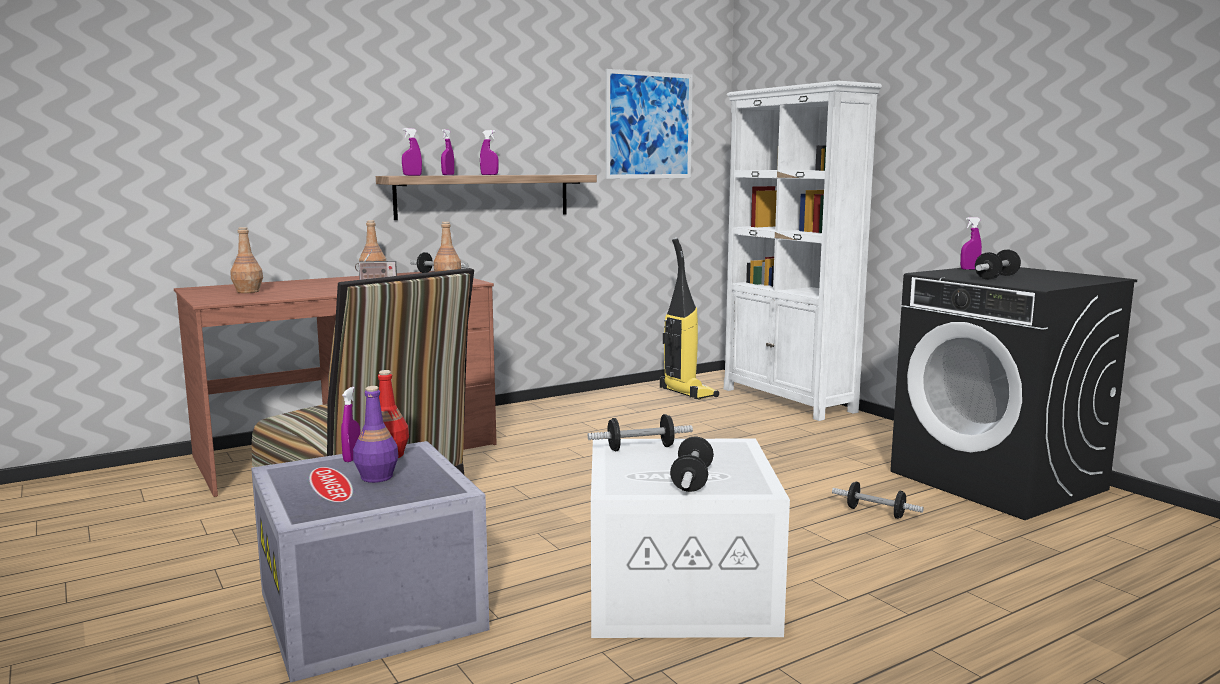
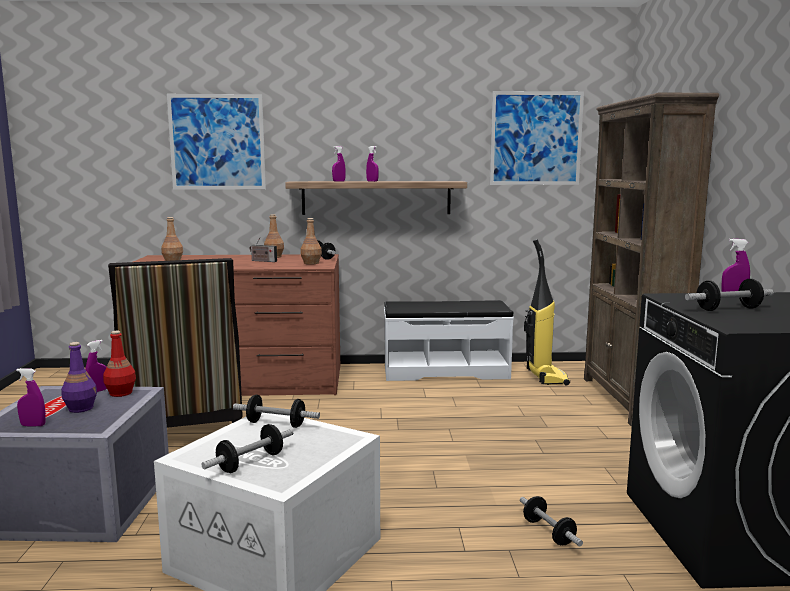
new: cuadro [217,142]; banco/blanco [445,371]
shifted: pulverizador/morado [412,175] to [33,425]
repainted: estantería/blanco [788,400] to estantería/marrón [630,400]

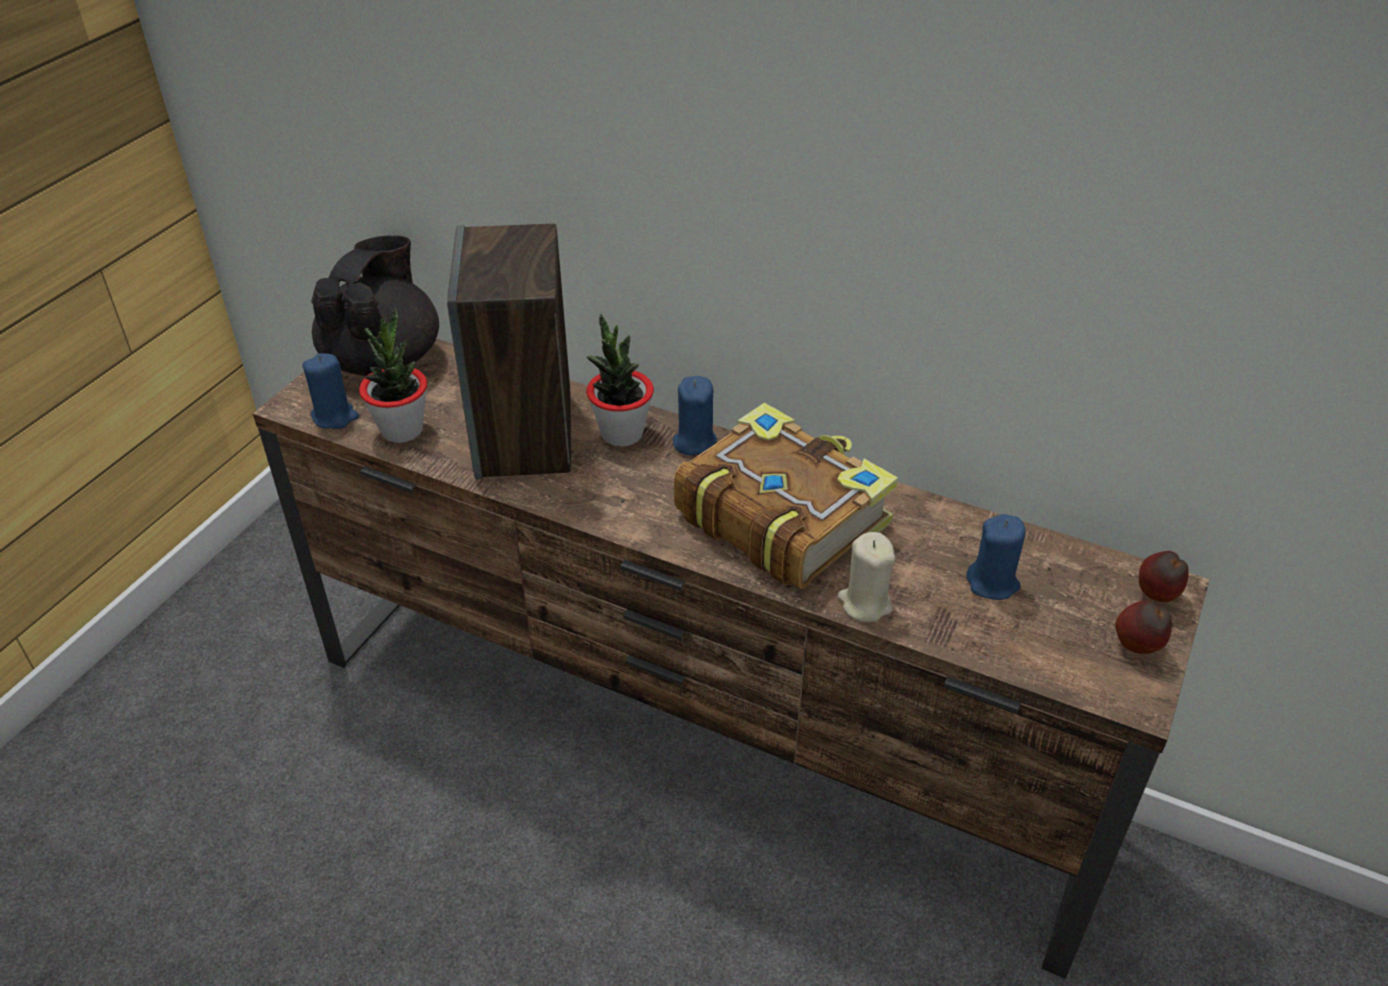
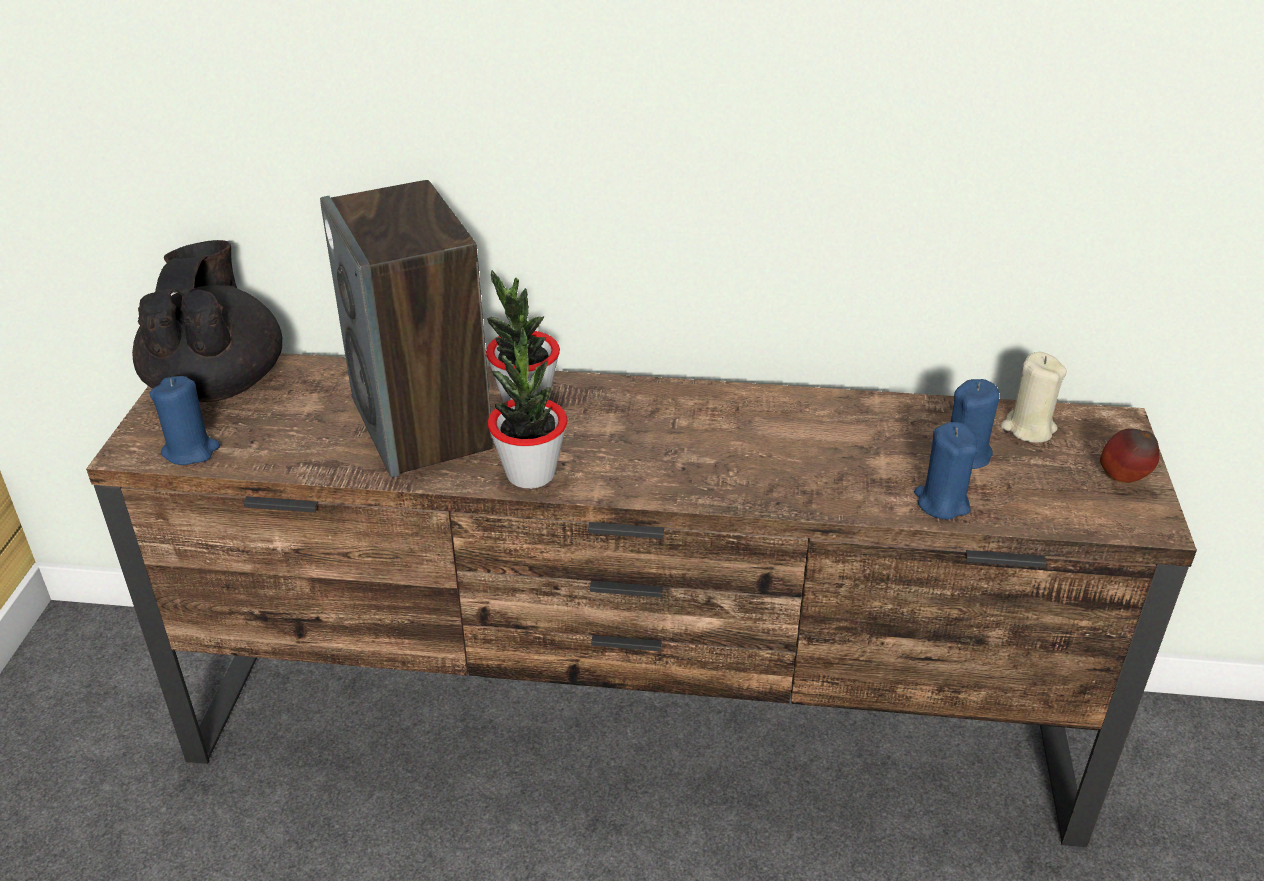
gone: libro [781,516]; manzana [1156,597]
shifted: planta en maceta [402,430] to [530,473]; vela/azul [694,442] to [941,502]; vela/beis [864,603] to [1028,428]

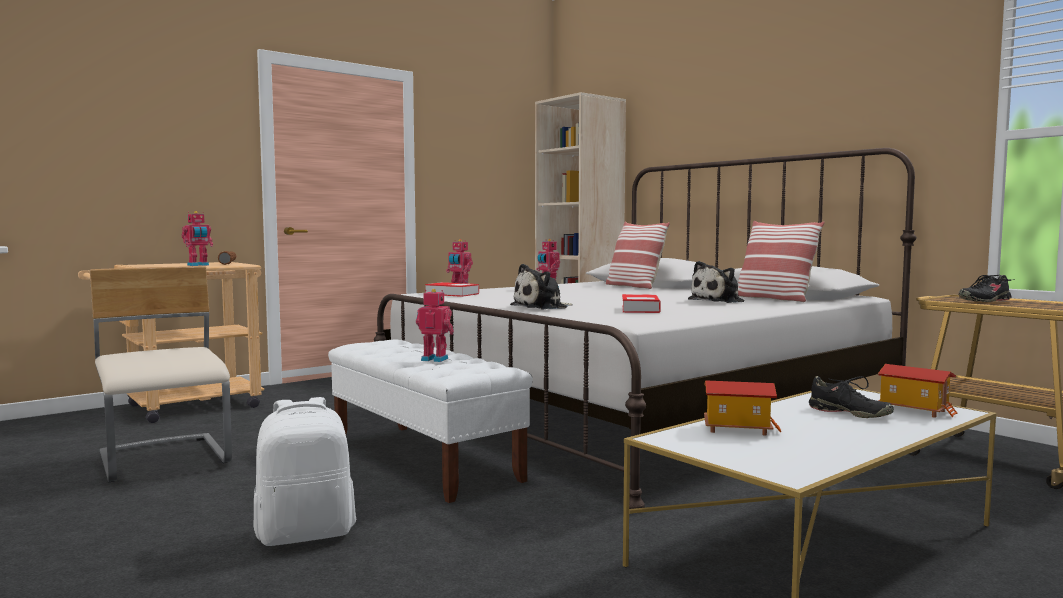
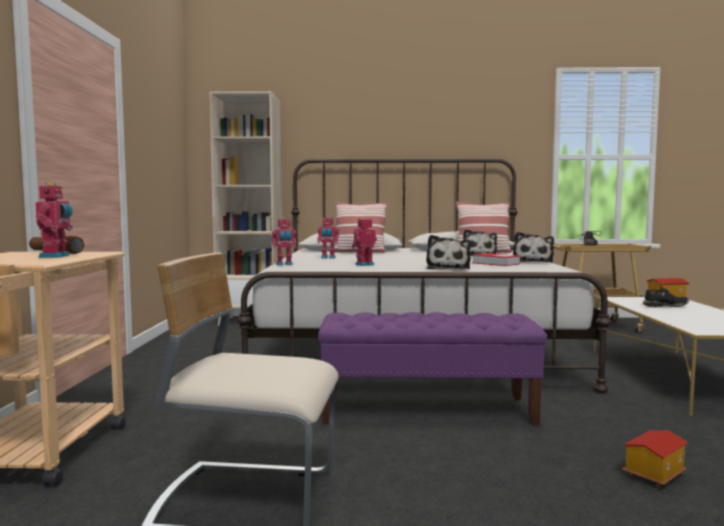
gone: mochila/blanco [306,533]; libro [452,294]
new: peluche [532,262]
shifted: robot de juguete [435,359] to [364,265]; casita [738,428] to [653,475]
repainted: banco/blanco [423,460] to banco/morado [427,410]

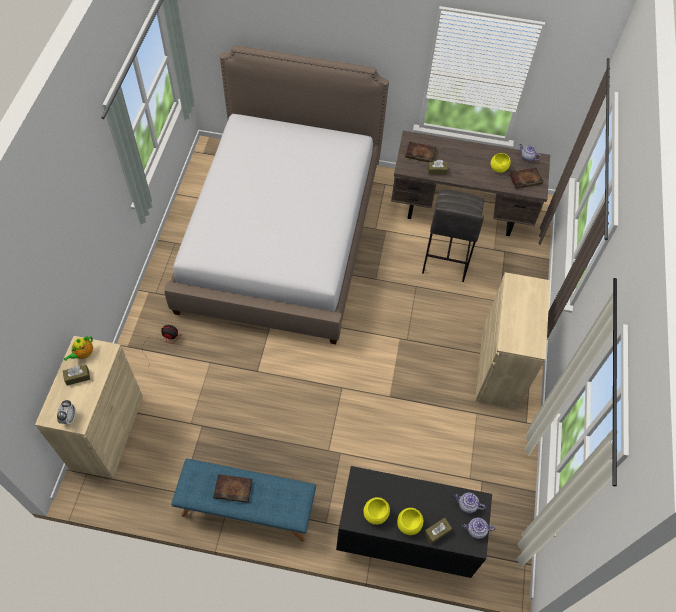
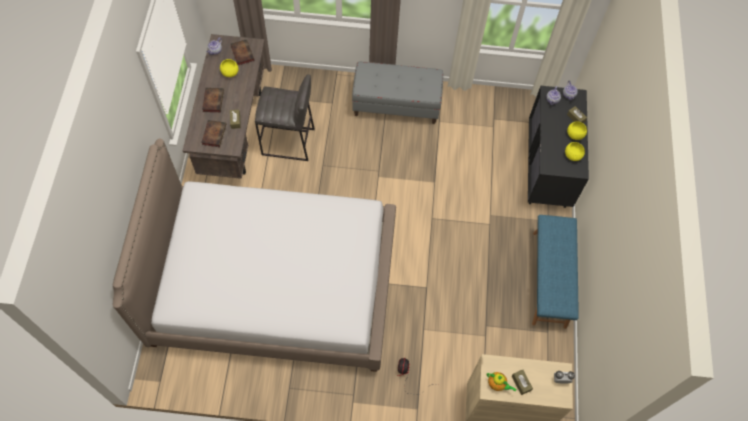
shifted: libro [234,489] to [213,100]
swapped: armario/beis [499,368] to banco/gris [396,105]

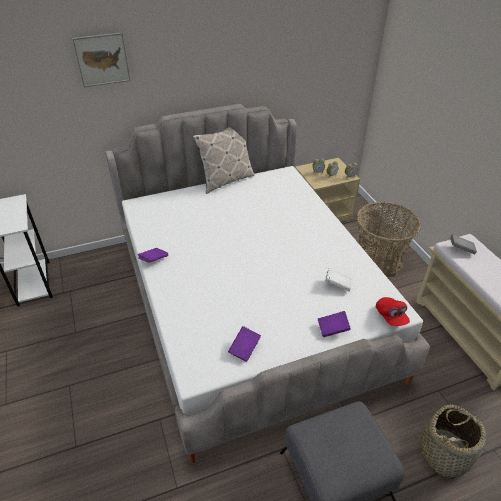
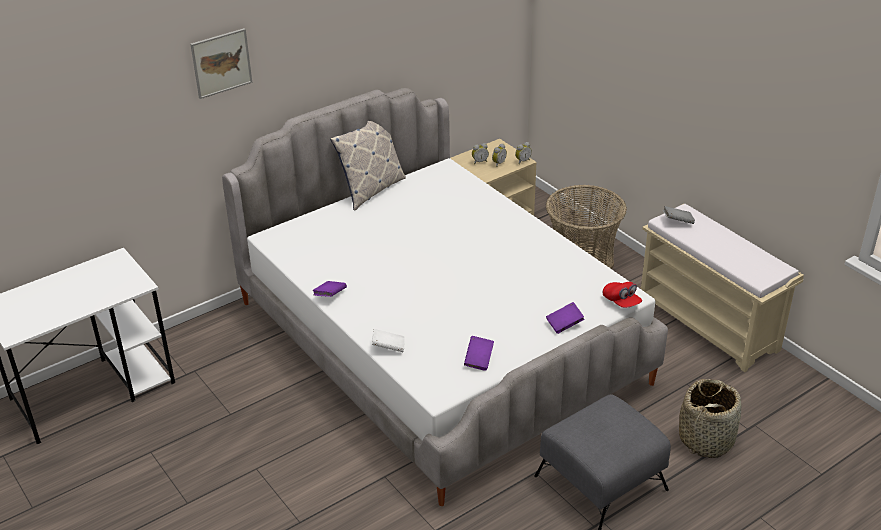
shifted: libro/blanco [337,285] to [388,347]

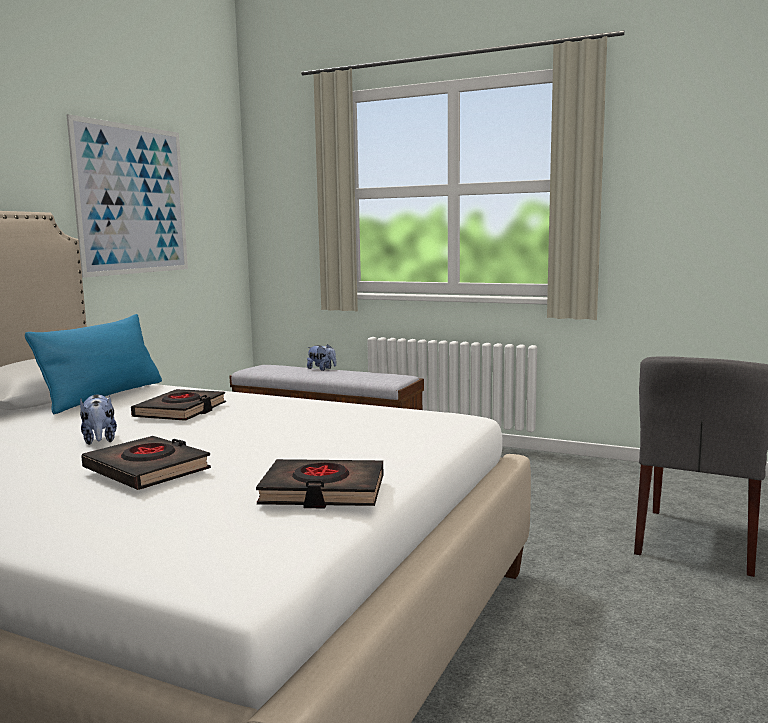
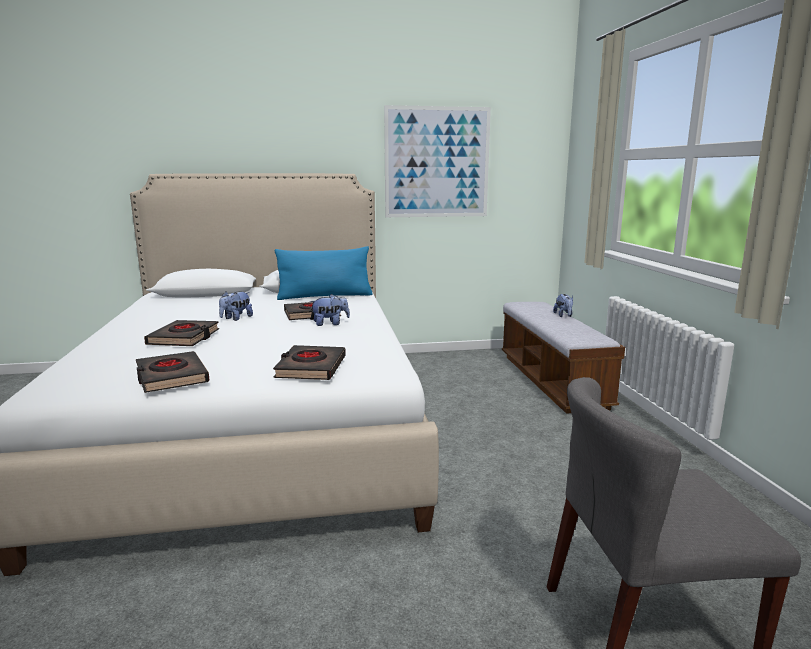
new: libro/negro [310,368]; peluche [330,323]

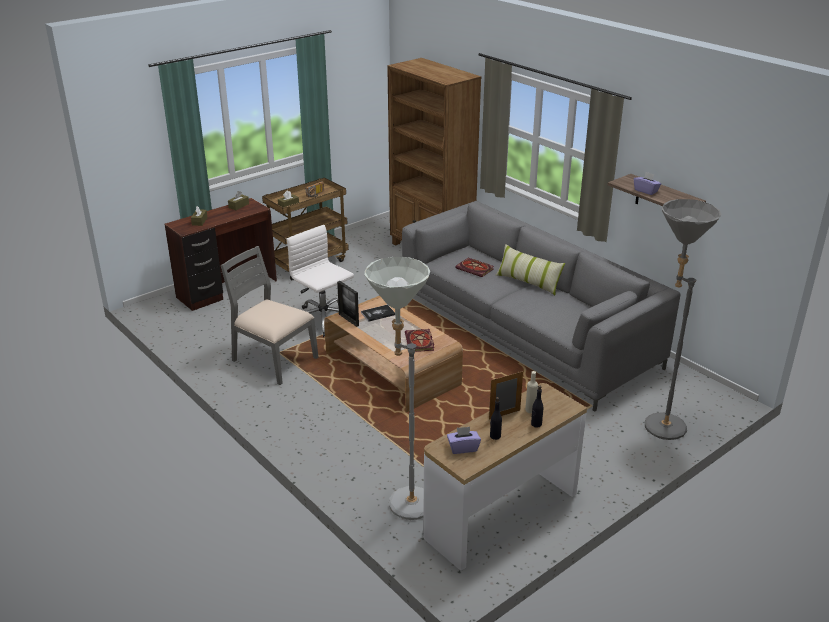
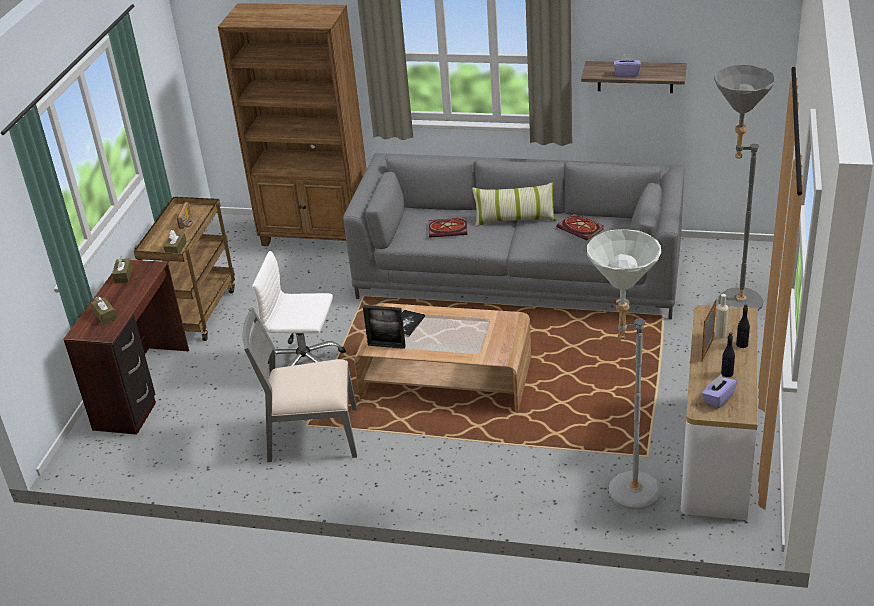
shifted: libro [420,342] to [581,228]

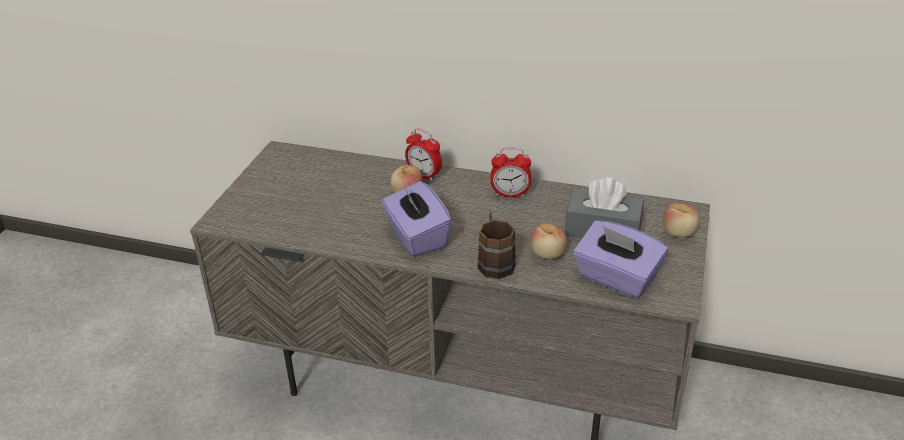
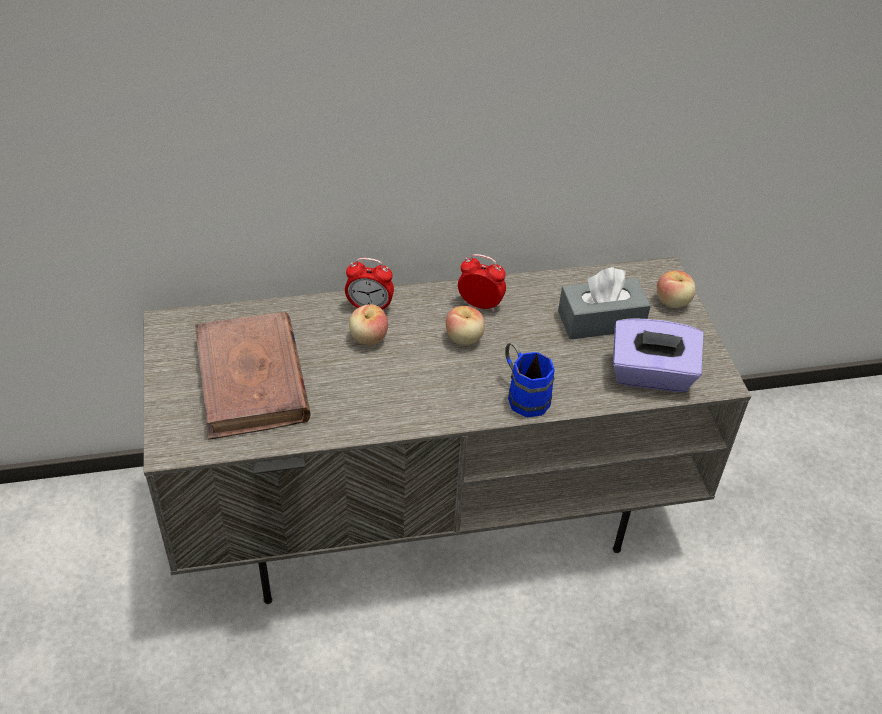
gone: caja de pañuelos/morado [416,237]
new: libro/marrón [251,380]
shifted: manzana [548,254] to [464,338]
repainted: taza grande/marrón [495,261] to taza grande/azul [522,394]
rotated: despertador [510,194] = [480,304] 135 degrees counterclockwise

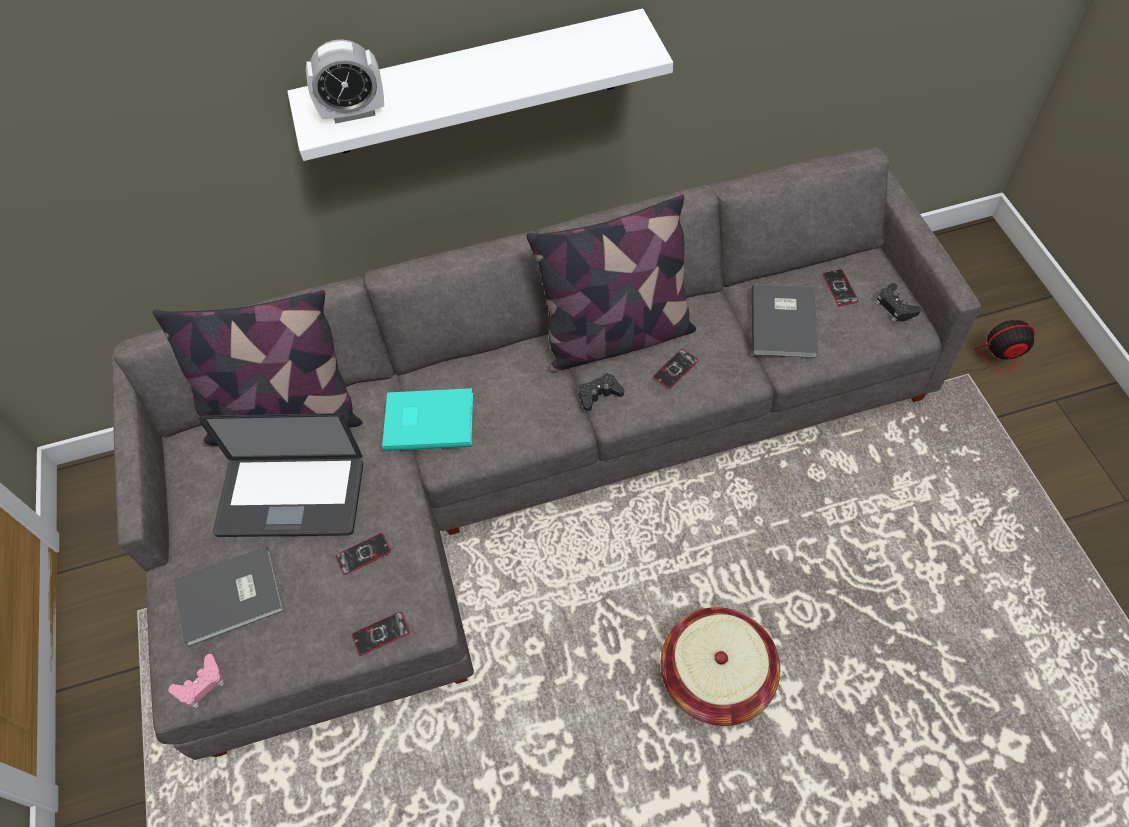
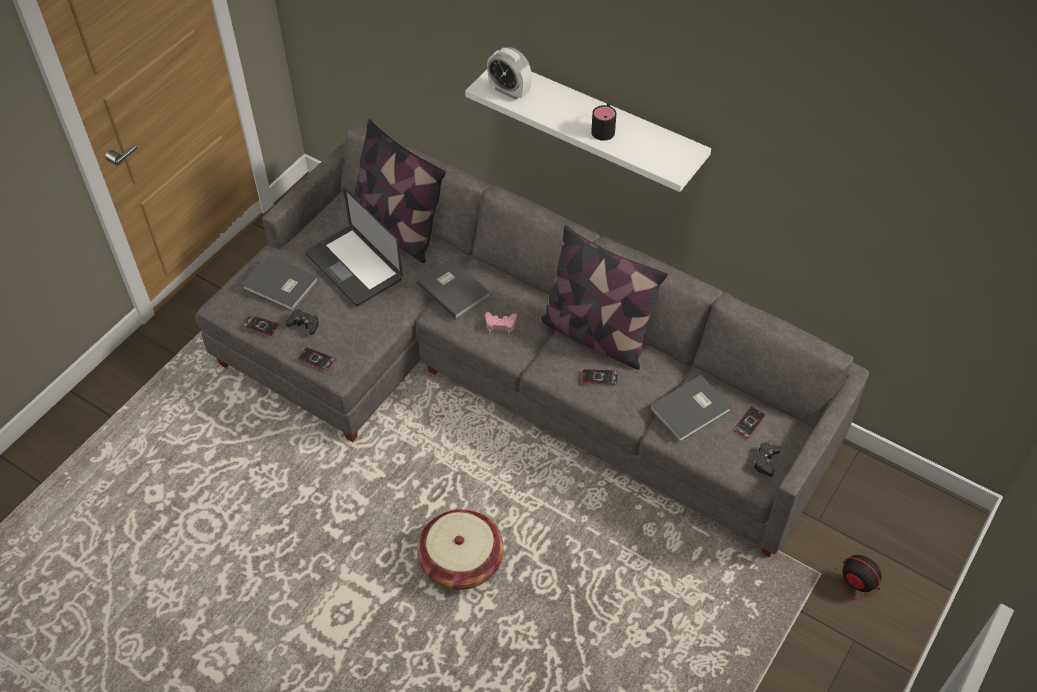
new: taza grande/negro [604,128]
shifted: mando de consola/rosa [201,684] to [500,324]; móvil [363,554] to [261,326]; mando de consola/negro [599,394] to [304,324]
repainted: libro/turquesa [428,420] to libro/gris [454,288]

